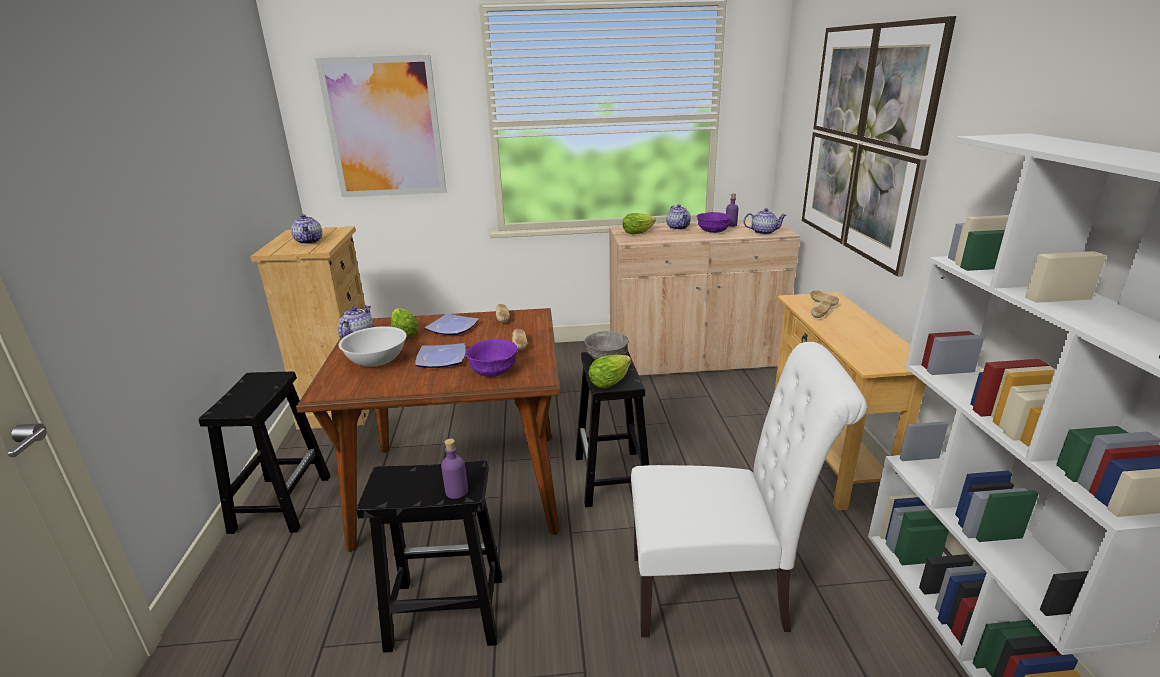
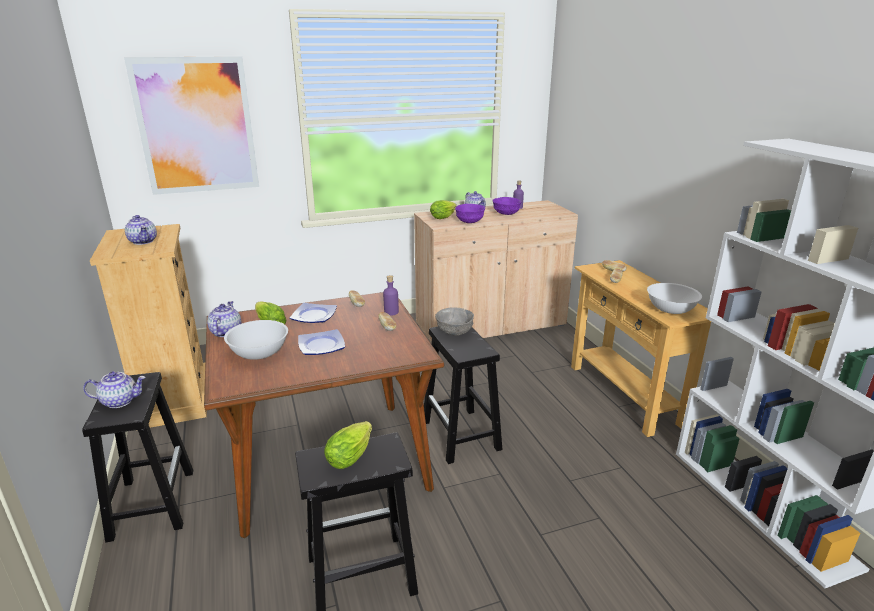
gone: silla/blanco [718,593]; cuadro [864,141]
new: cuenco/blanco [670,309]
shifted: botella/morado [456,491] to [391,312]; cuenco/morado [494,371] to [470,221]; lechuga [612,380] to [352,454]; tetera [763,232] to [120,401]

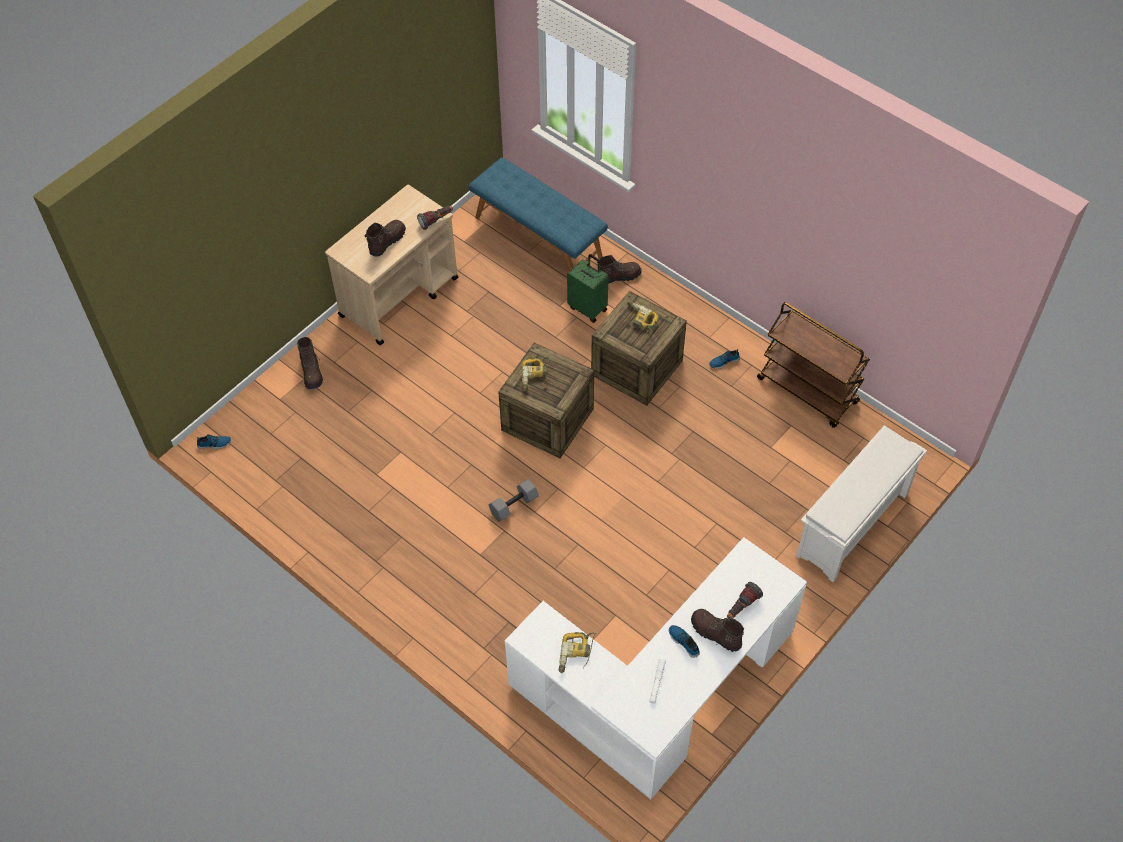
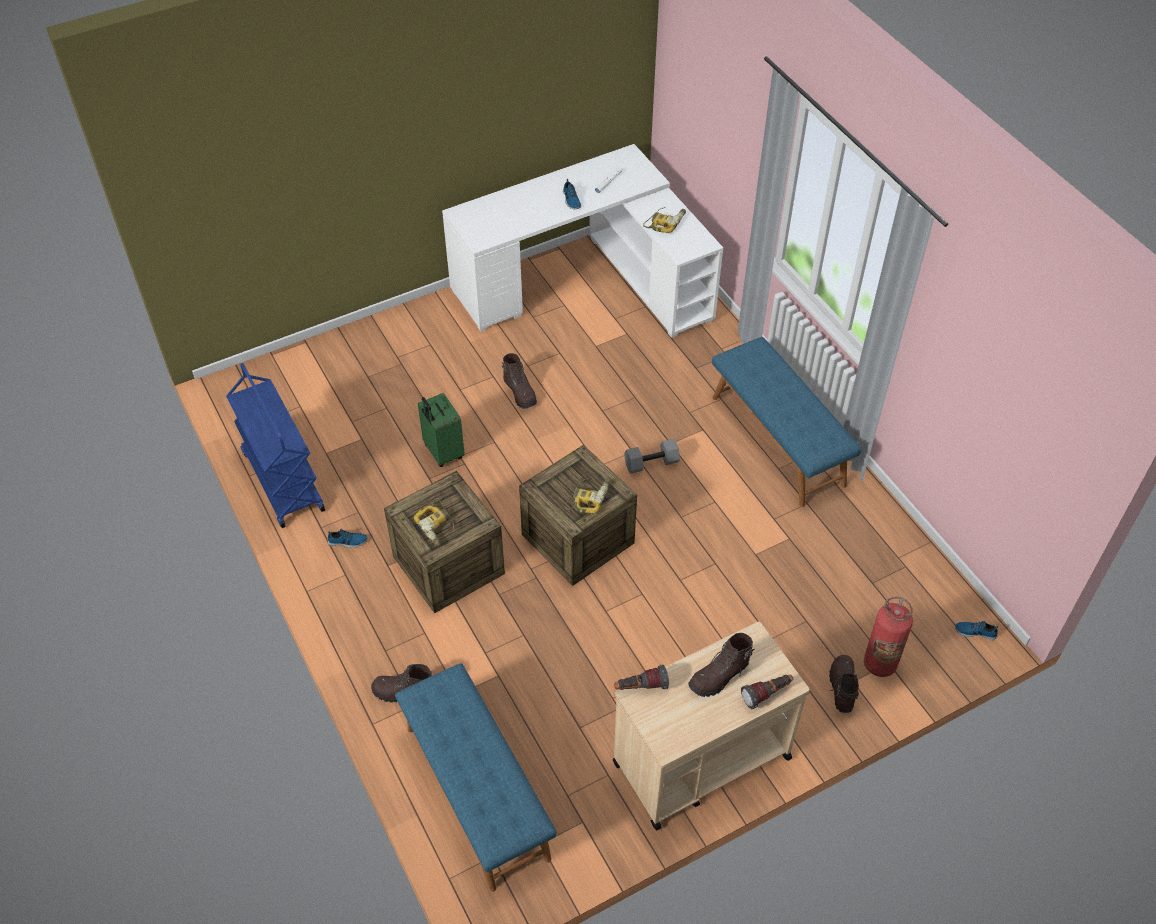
gone: zapatero/blanco [852,526]
new: banco/azul [778,440]; extintor [879,664]
shifted: maleta/verde [588,308] to [442,452]; bota/marrón [715,634] to [520,392]; linterna [741,607] to [767,694]
repainted: carrito/marrón [808,391] to carrito/azul [282,481]

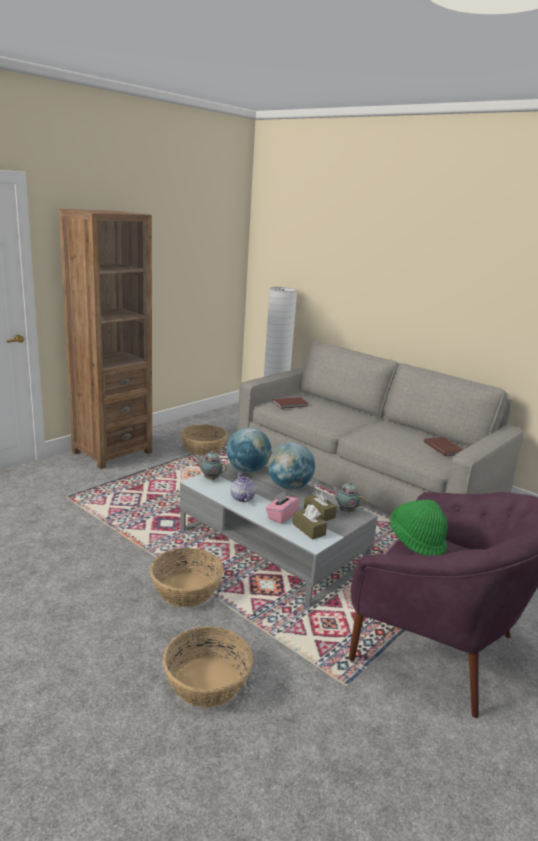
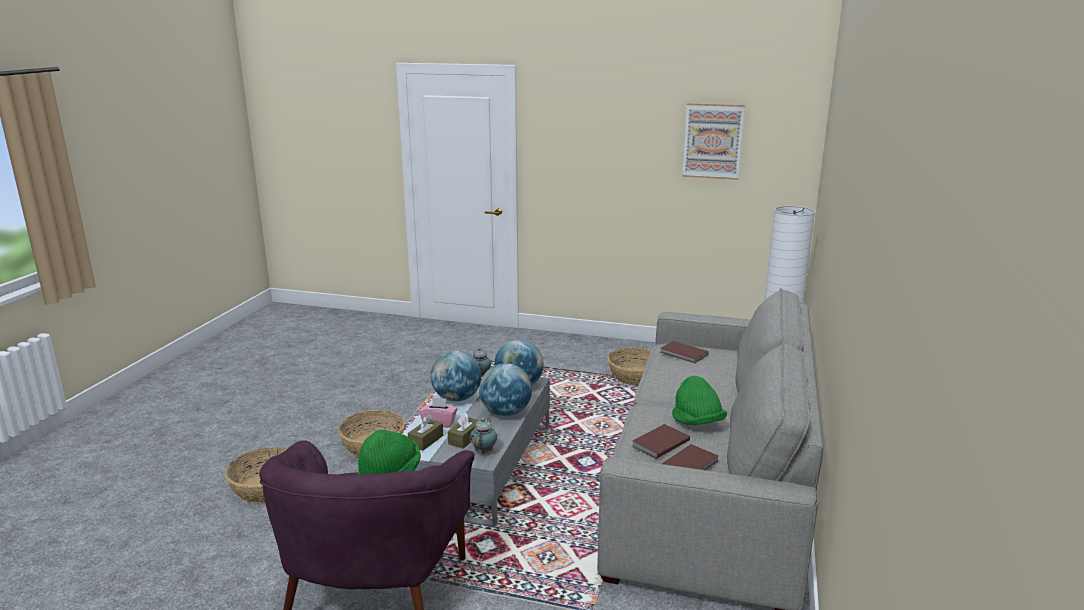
gone: estantería/marrón [112,452]
new: libro/marrón [659,443]; sombrero/verde [697,423]; cuadro [712,141]
swapped: tetera [242,498] to globo terráqueo [457,398]

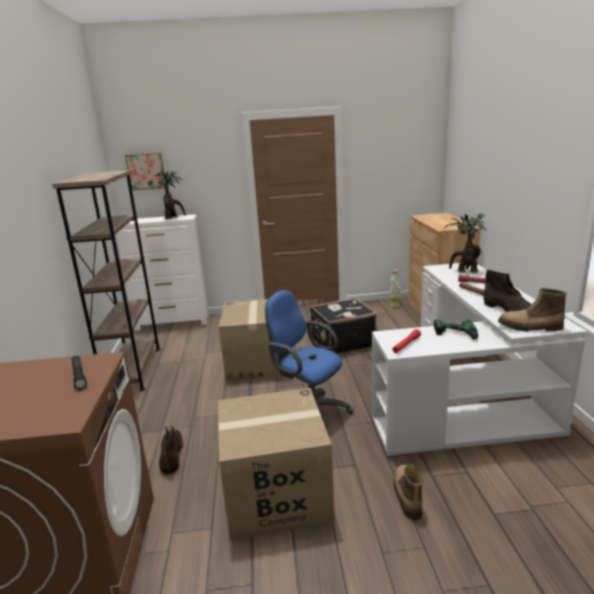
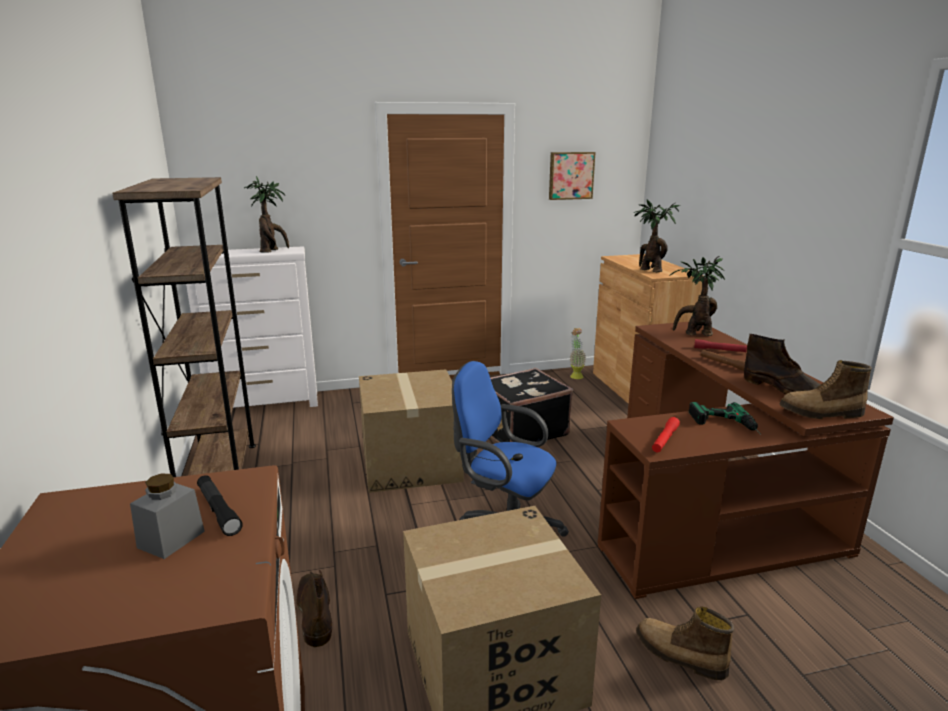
new: tarro/gris [171,539]; planta en maceta [649,270]
shifted: cuadro [146,171] to [570,175]
repainted: escritorio/blanco [468,395] to escritorio/marrón [712,502]
rotated: bota [406,495] = [679,656] 45 degrees counterclockwise

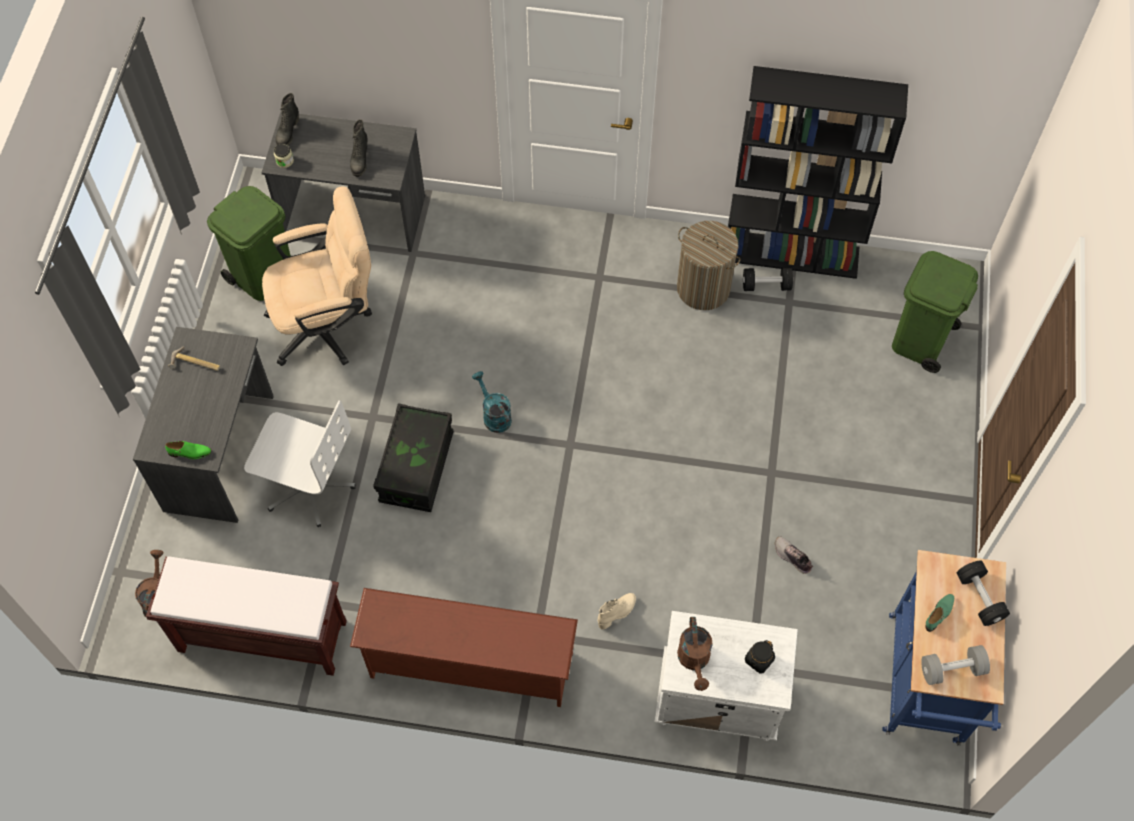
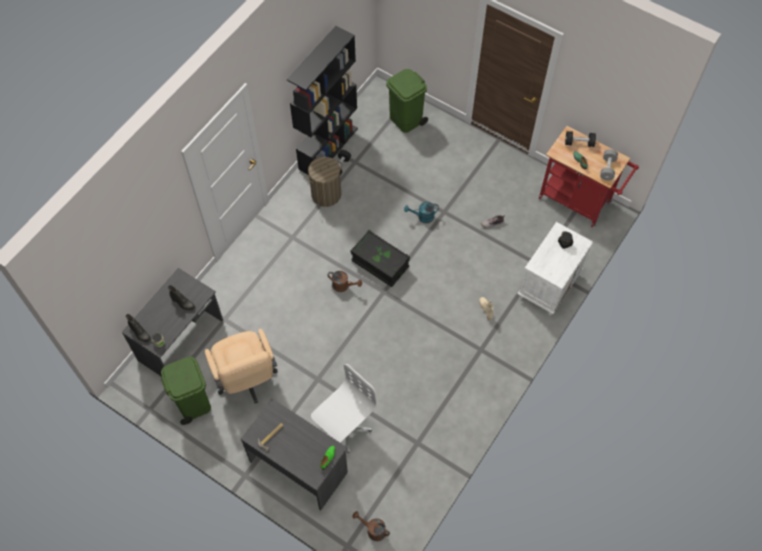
gone: banco/marrón [260,637]; zapatero/marrón [469,666]
shifted: caja de almacenaje/negro [416,467] to [380,264]; regadera/turquesa [494,415] to [422,217]; regadera/marrón [694,661] to [343,286]
repainted: carrito/azul [925,687] to carrito/rojo [578,201]
rotated: silla de oficina/beis [329,325] = [247,380] 150 degrees clockwise

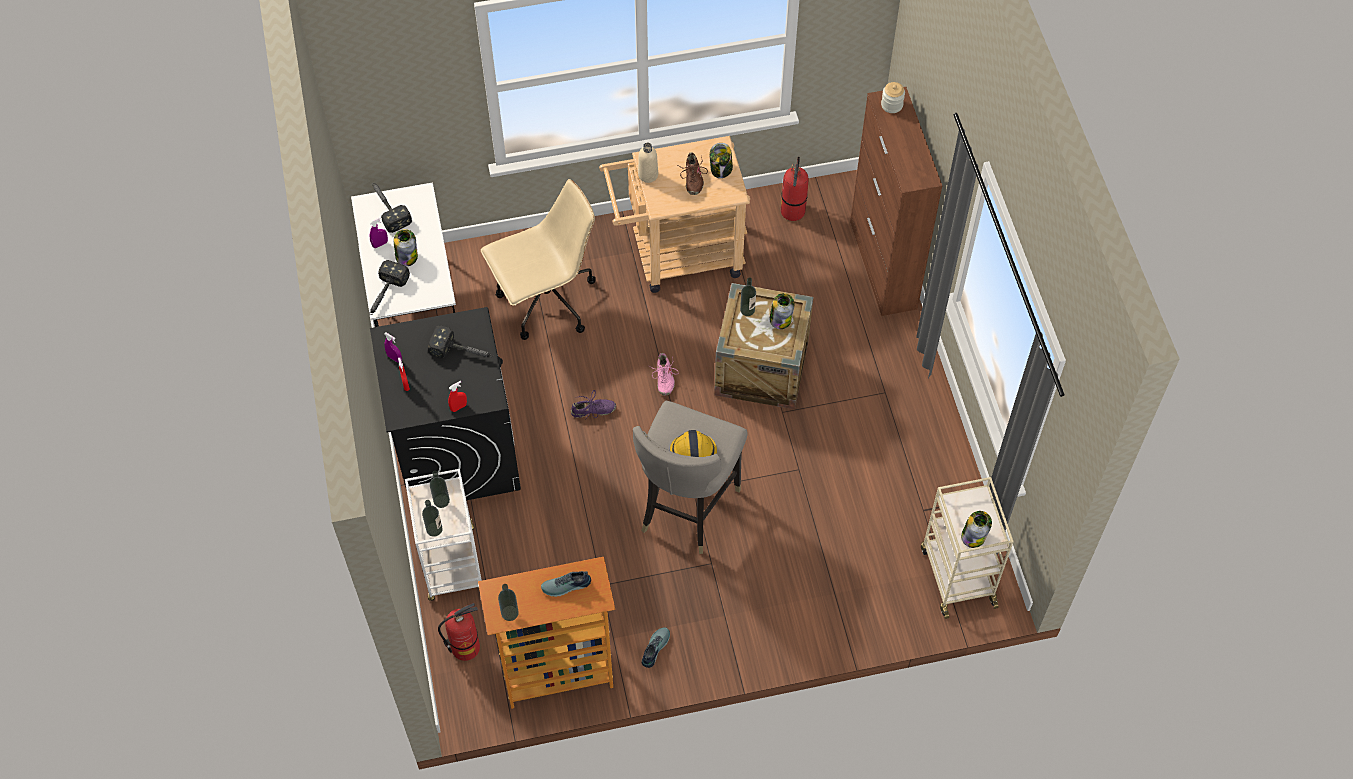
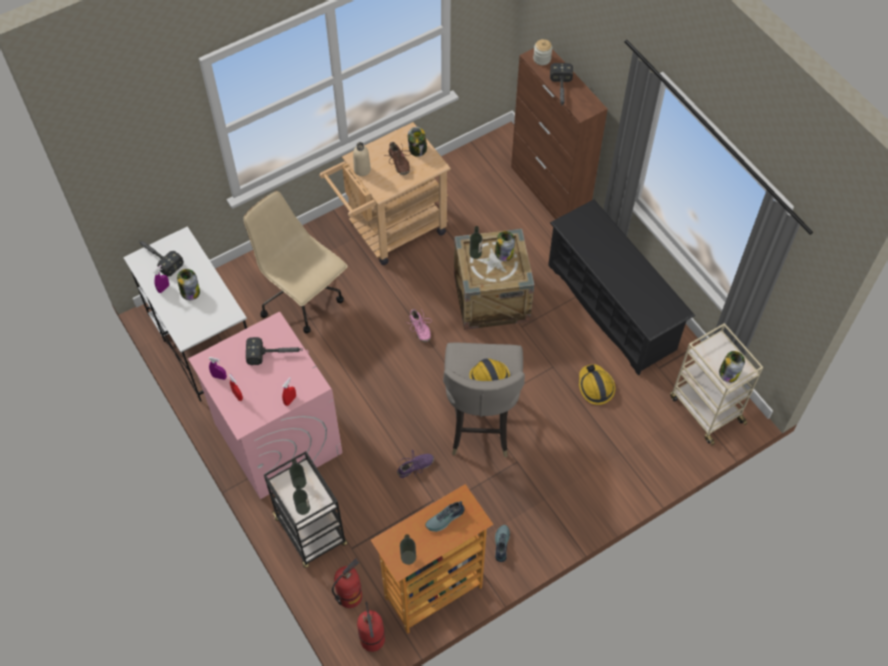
new: zapatero/negro [612,307]; casco [595,387]
shifted: martillo [385,295] to [561,91]; zapato/morado [593,411] to [415,467]; extintor [793,211] to [373,639]
repainted: lavadora/negro [457,450] to lavadora/rosa [277,437]; carrito/blanco [452,565] to carrito/negro [311,532]
rotated: silla de oficina/beis [546,302] = [302,298] 90 degrees counterclockwise

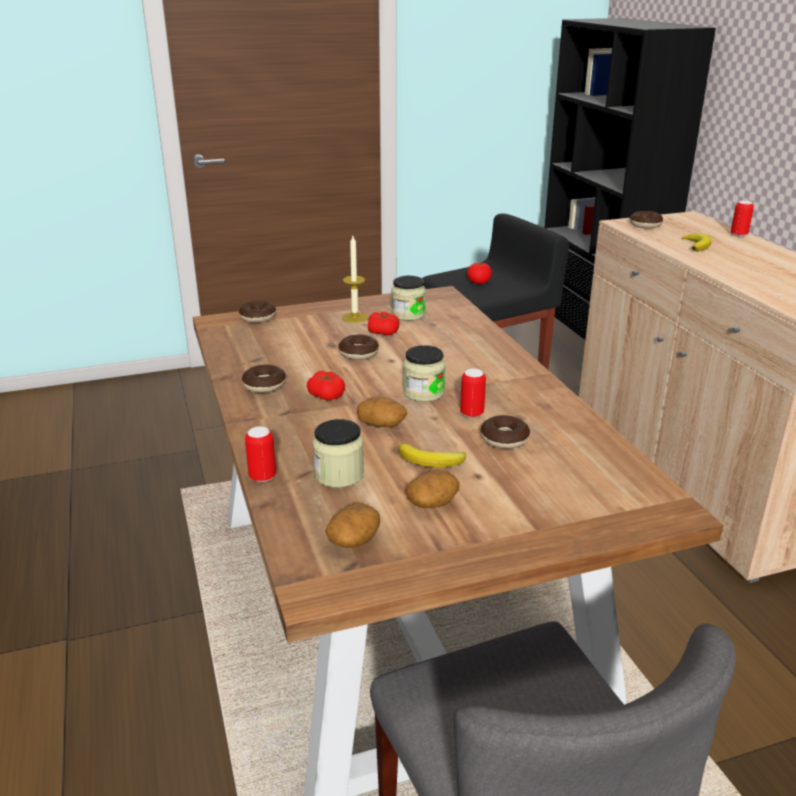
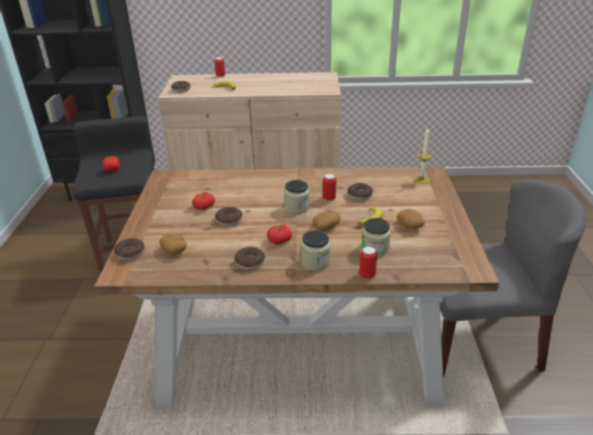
shifted: patata [353,540] to [175,250]; vela [355,318] to [421,179]; tarro [408,315] to [315,262]

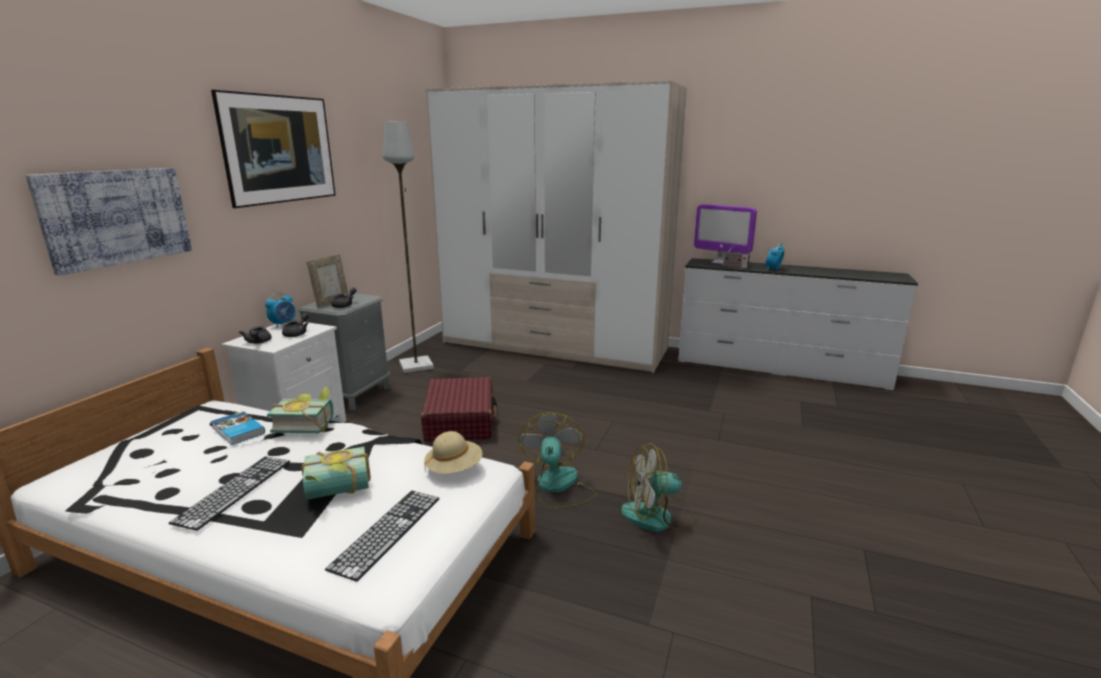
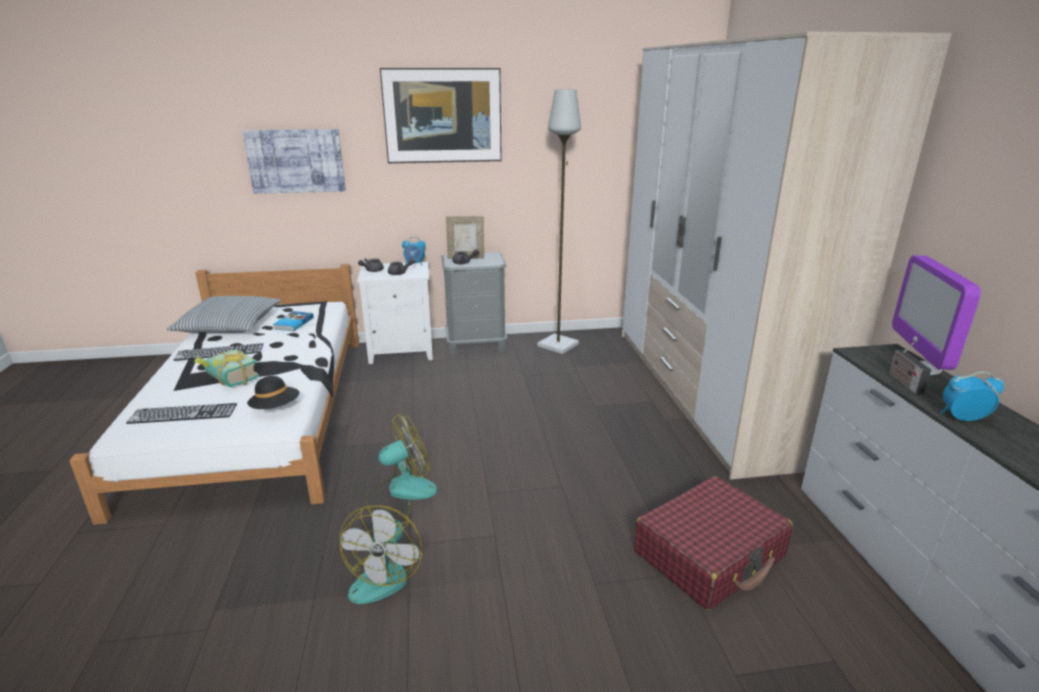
gone: libro [306,424]
new: cojín [229,325]
shifted: maleta/rojo [460,421] to [710,554]
repainted: sombrero/beis [454,469] to sombrero/negro [276,408]
rotated: ventilador [658,517] = [384,573] 135 degrees counterclockwise

